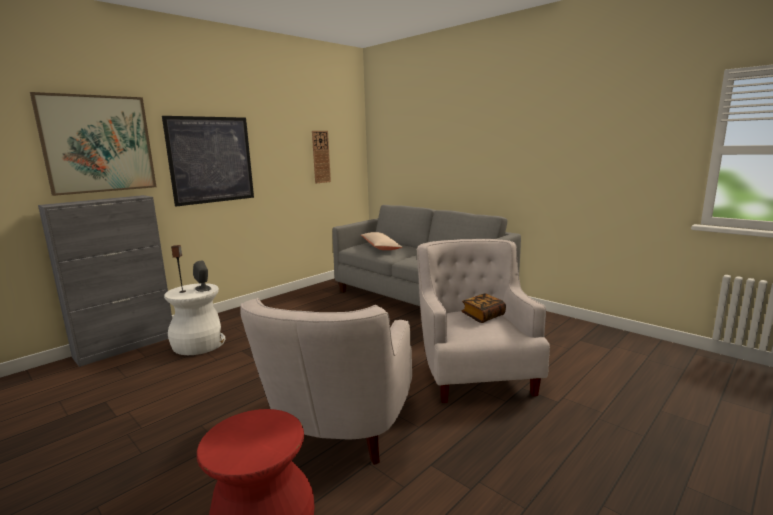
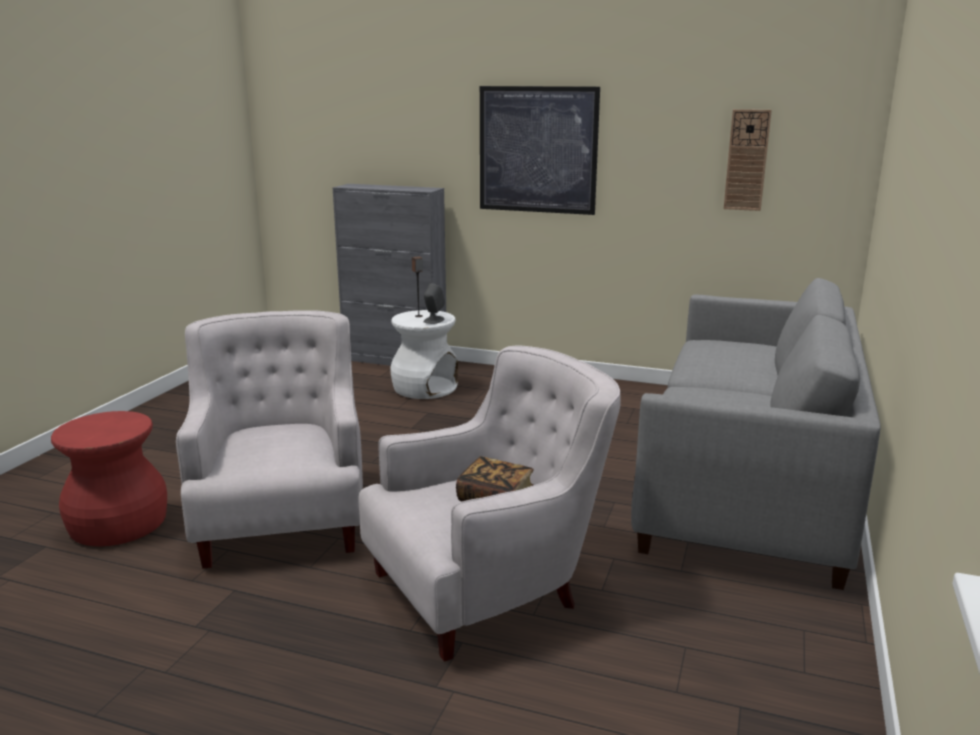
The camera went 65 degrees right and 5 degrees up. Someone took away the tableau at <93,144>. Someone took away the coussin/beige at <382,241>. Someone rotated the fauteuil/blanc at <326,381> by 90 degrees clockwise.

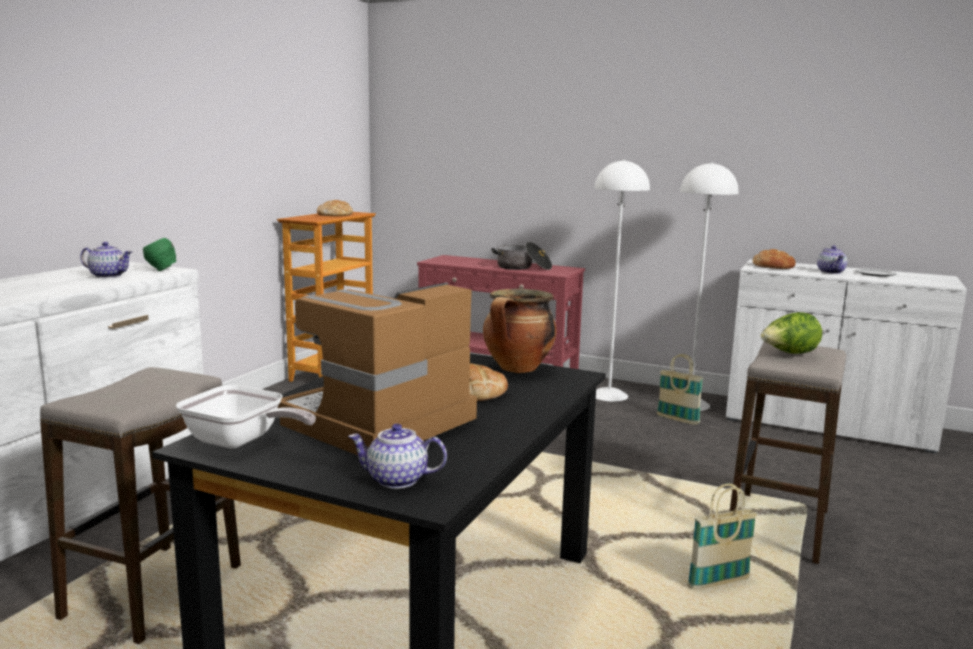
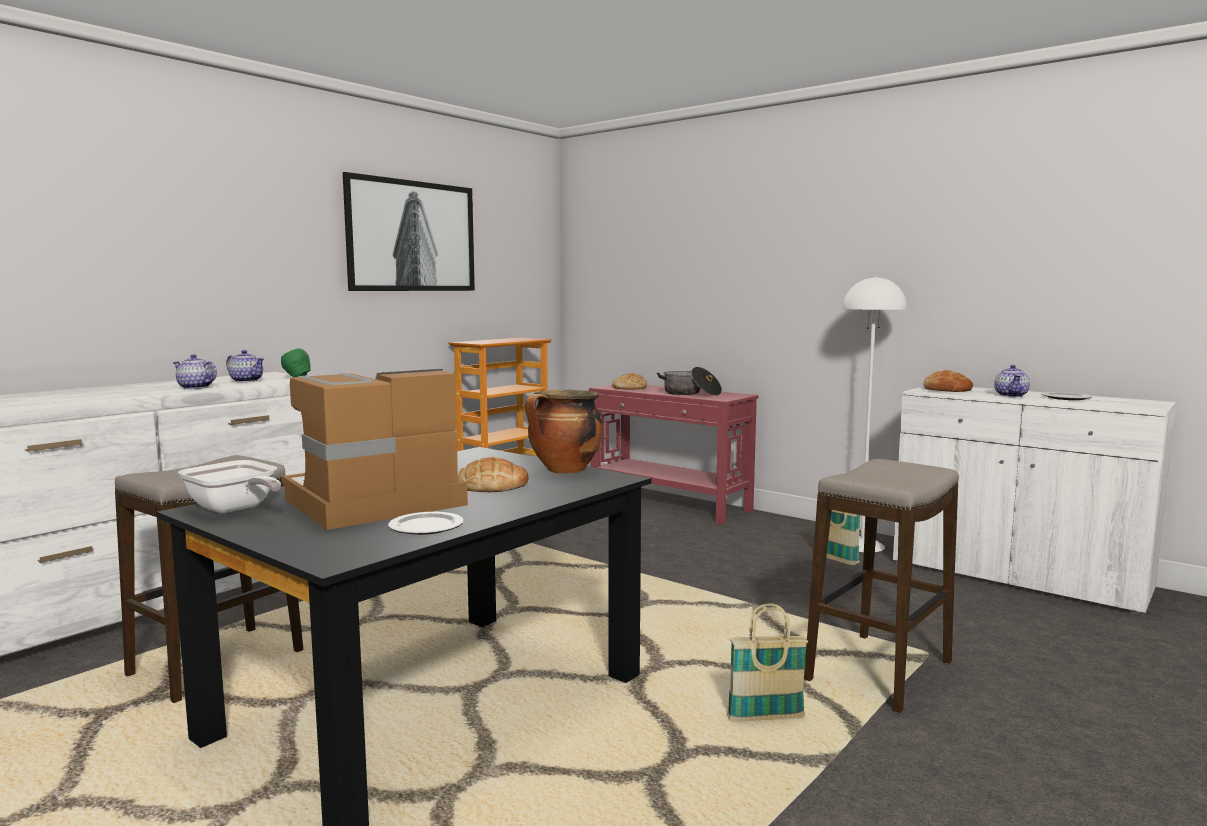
The camera went 15 degrees right and 5 degrees down. Someone took away the lampadaire/blanc at <622,280>. Someone took away the laitue at <791,333>. Someone put up the tableau at <409,231>. Someone put down the assiette at <426,523>. Someone carried the pain from <335,208> to <629,381>. Someone carried the théière from <397,456> to <195,371>.

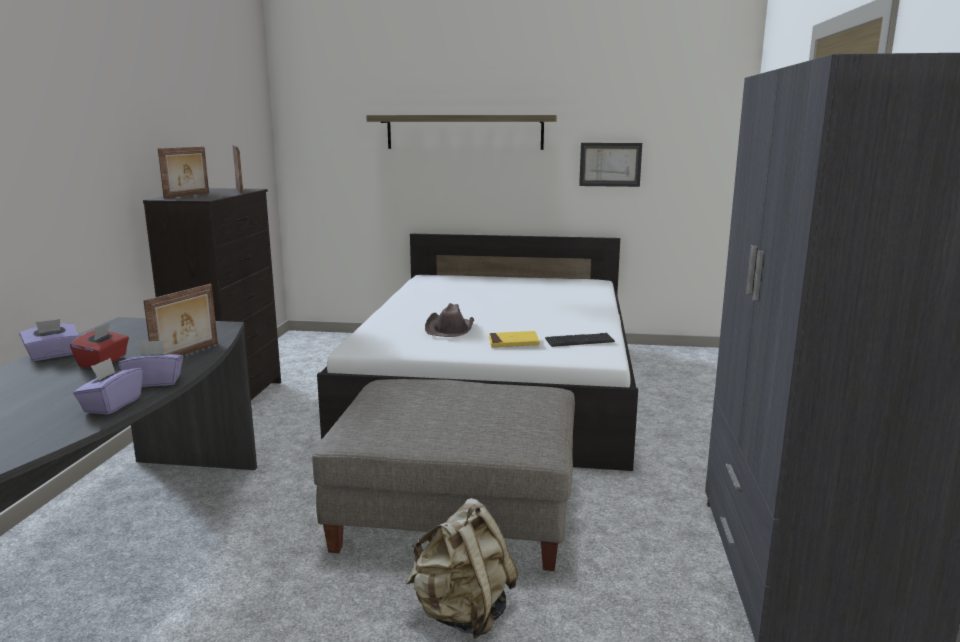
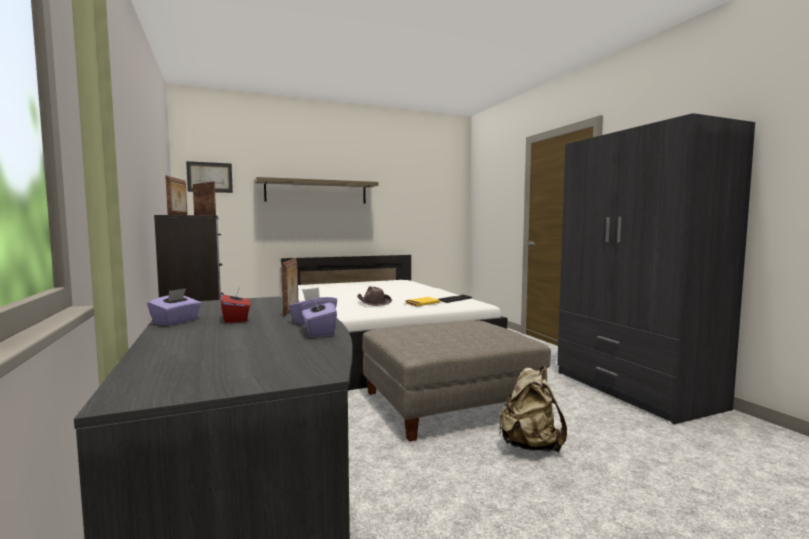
The camera went 30 degrees left and 10 degrees down. Someone carried the tableau from <610,165> to <209,177>.

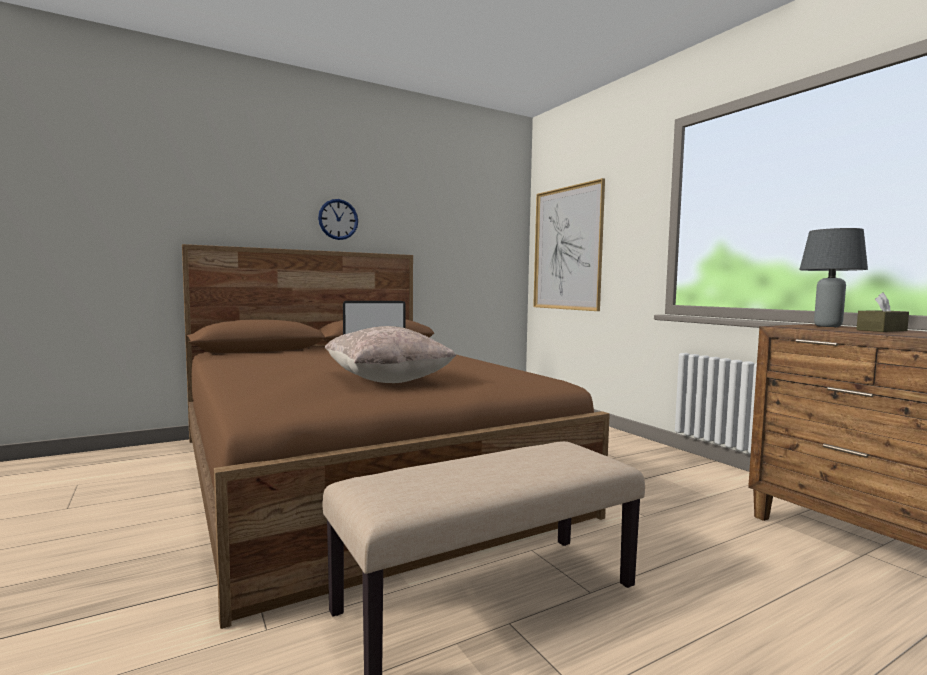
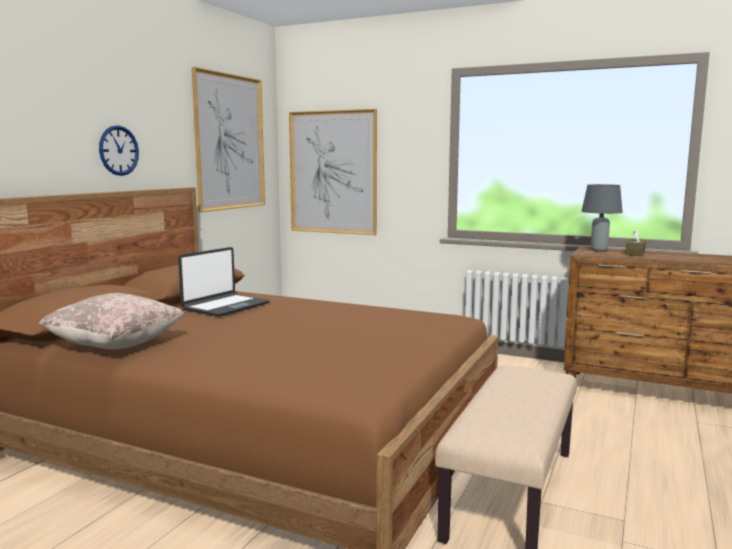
The camera went 35 degrees left and 5 degrees up. Someone put up the tableau at <228,139>. Someone carried the coussin/beige from <390,354> to <111,321>.

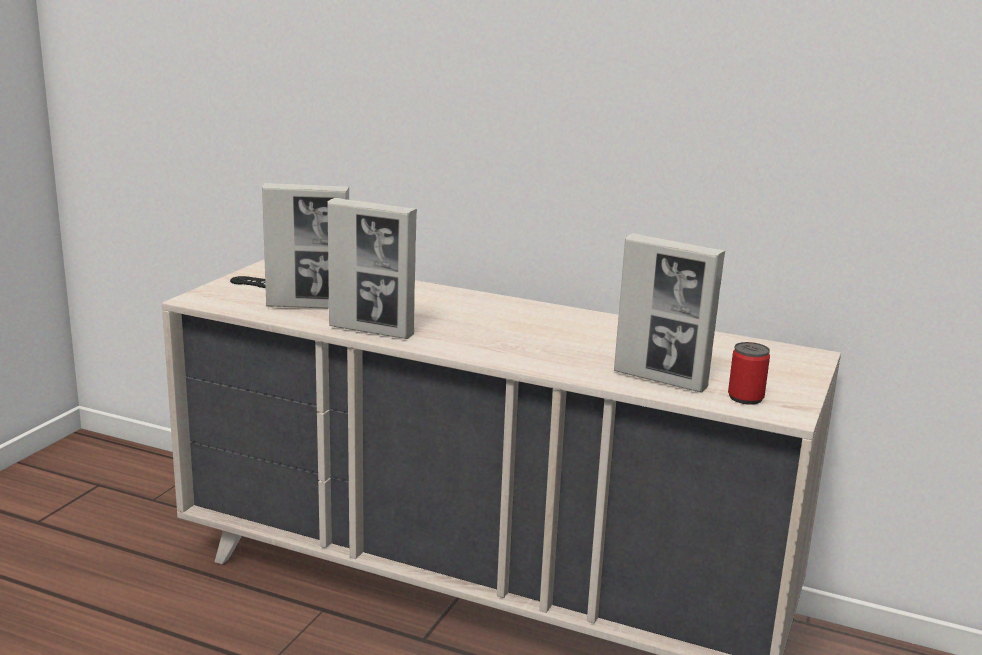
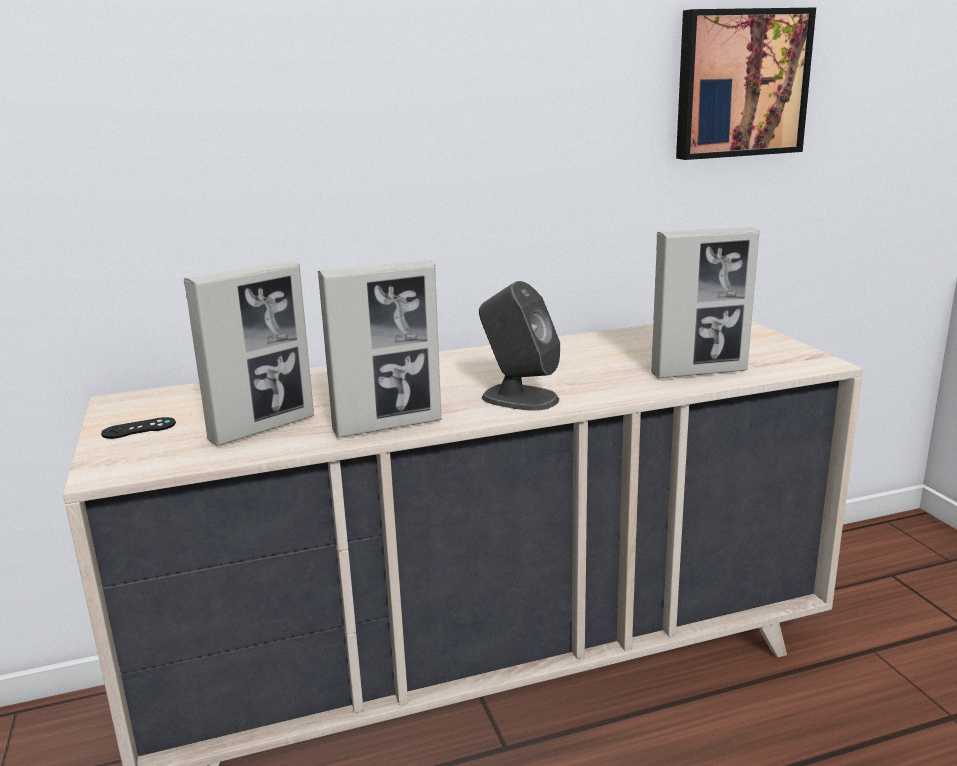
The camera went 40 degrees left and 0 degrees up. Someone took away the boîte métallique at <749,373>. Someone put down the enceinte/gris at <519,346>. Someone put up the tableau at <746,84>.

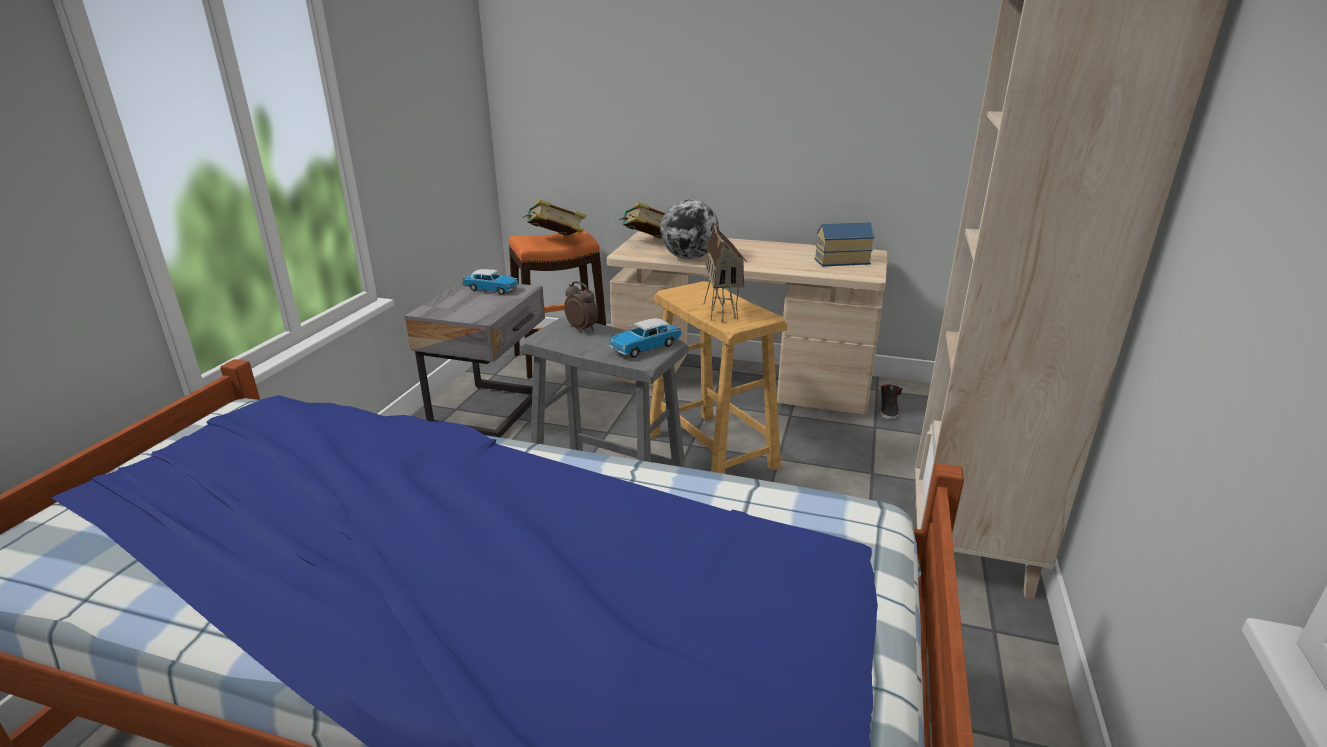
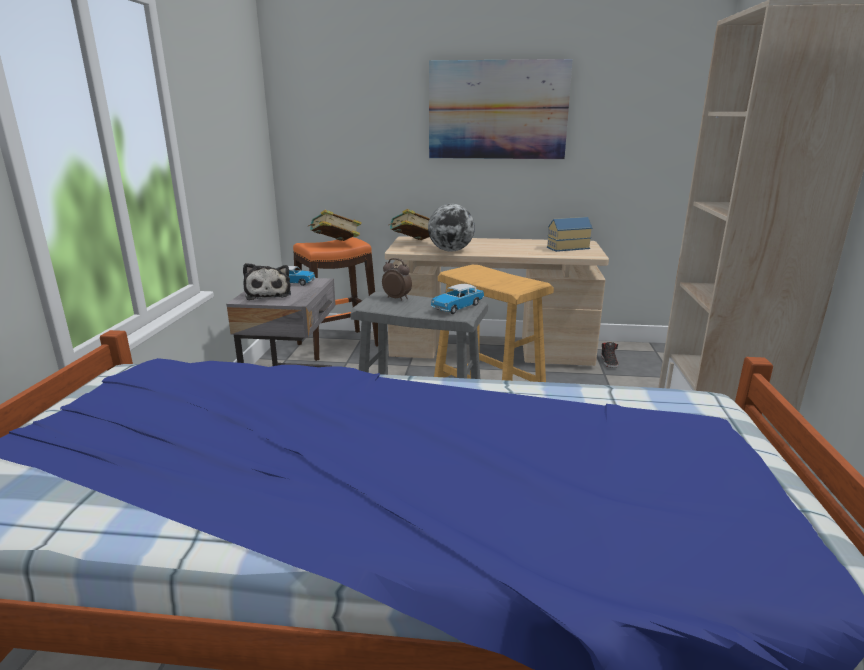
The camera went 10 degrees left and 5 degrees down. Someone took away the maison miniature at <725,274>. Someone put down the peluche at <267,281>. Someone put up the tableau at <501,109>.

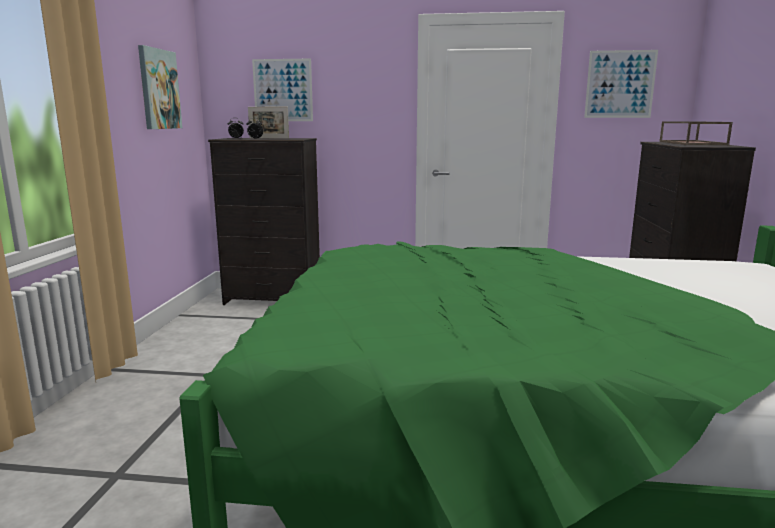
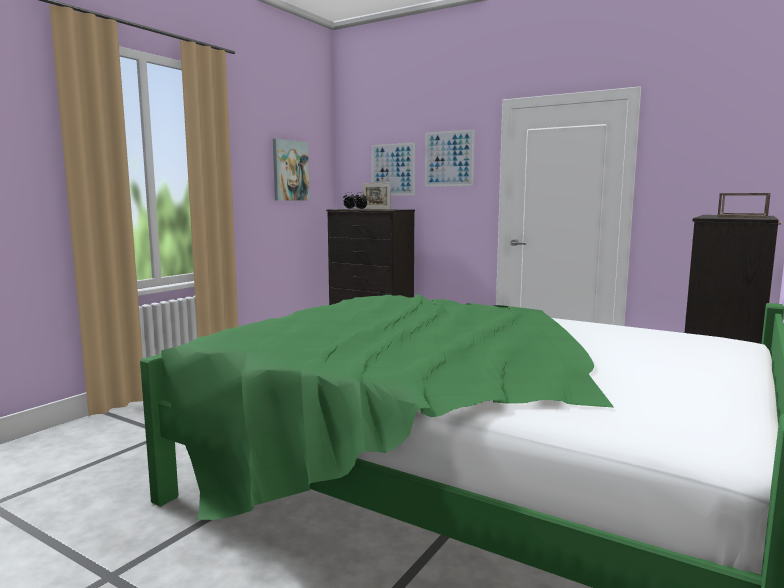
The camera went 25 degrees right and 5 degrees down. Someone carried the tableau from <621,84> to <450,157>.

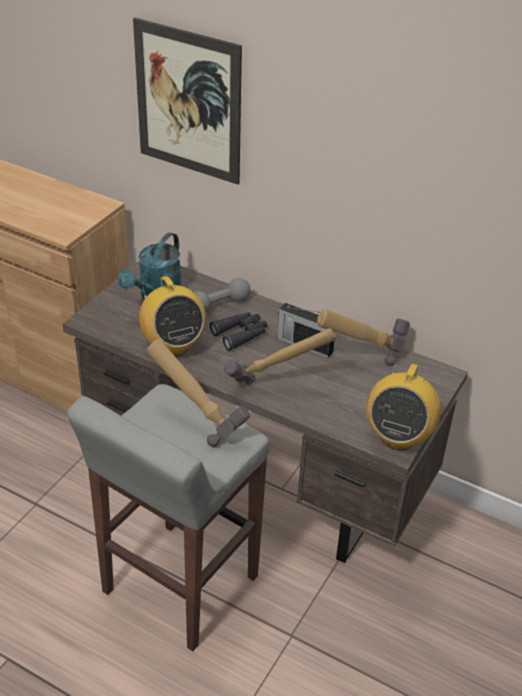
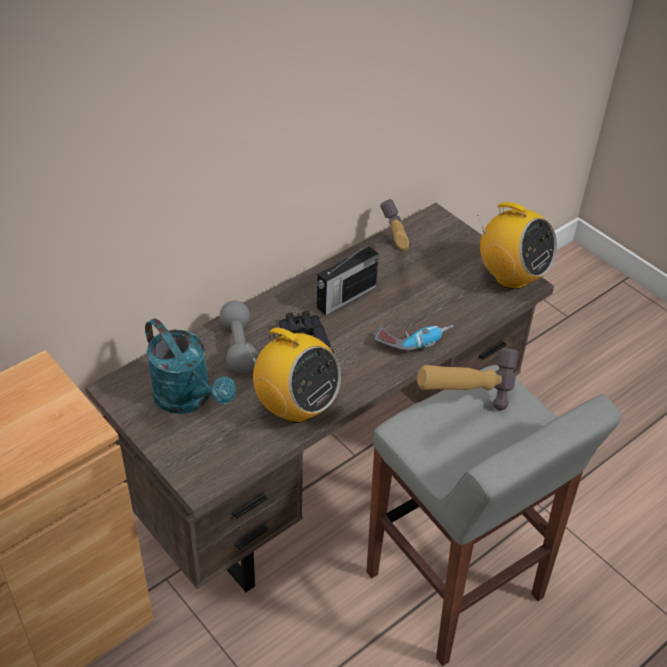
The camera went 70 degrees left and 5 degrees up. Someone took away the tableau at <187,101>. Someone swapped the marteau at <280,356> for the perceuse at <414,338>. Someone rotated the radio at <172,316> by 45 degrees clockwise.

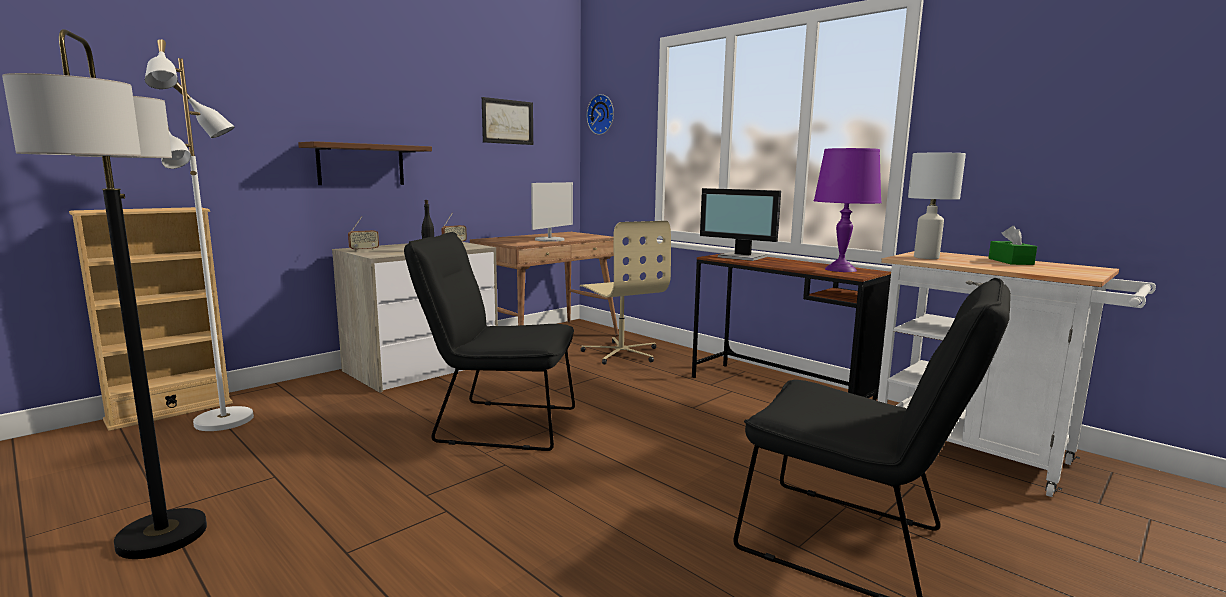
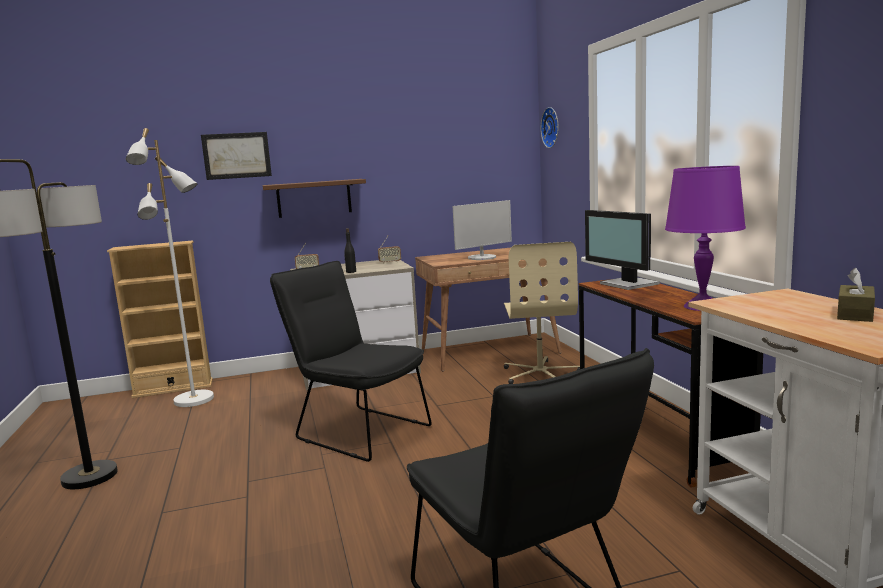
The camera went 30 degrees right and 0 degrees up. Someone took away the lampe de table/blanc at <937,206>. Someone carried the tableau from <507,121> to <236,156>. Someone repainted the boîte à mouchoirs/vert at <1012,245>, which became the boîte à mouchoirs/marron at <856,295>.

